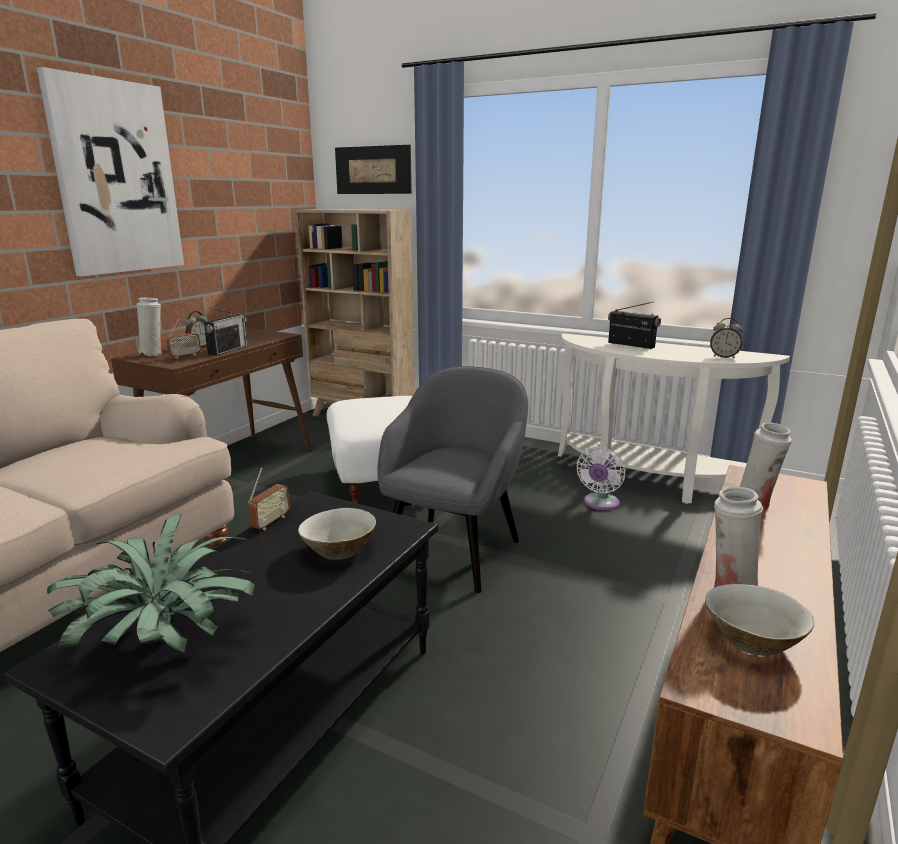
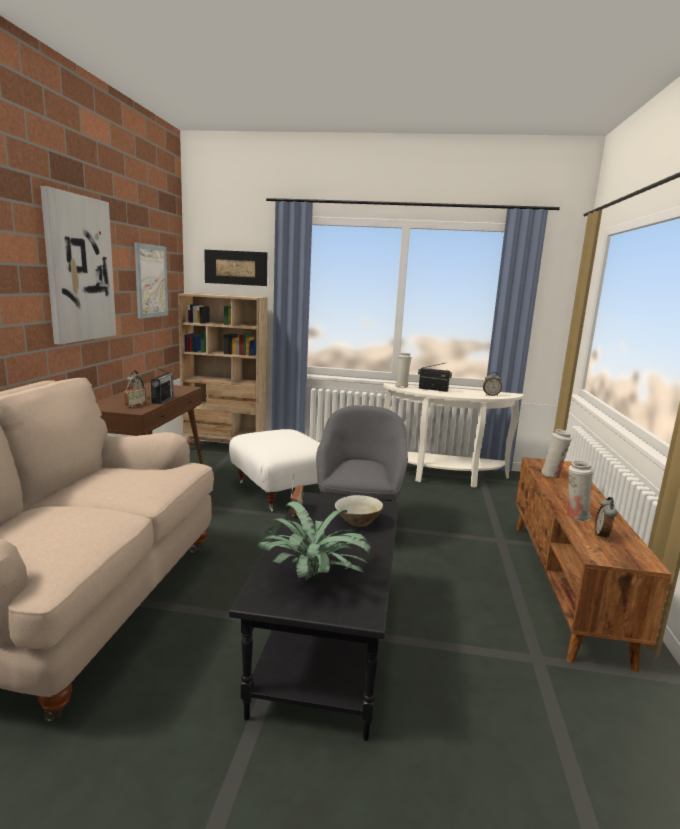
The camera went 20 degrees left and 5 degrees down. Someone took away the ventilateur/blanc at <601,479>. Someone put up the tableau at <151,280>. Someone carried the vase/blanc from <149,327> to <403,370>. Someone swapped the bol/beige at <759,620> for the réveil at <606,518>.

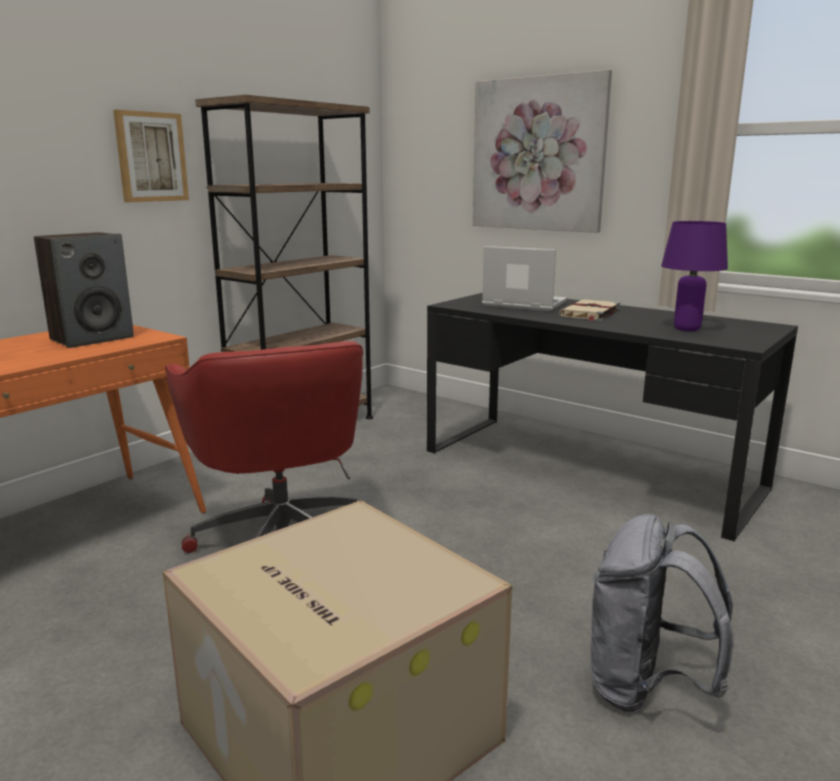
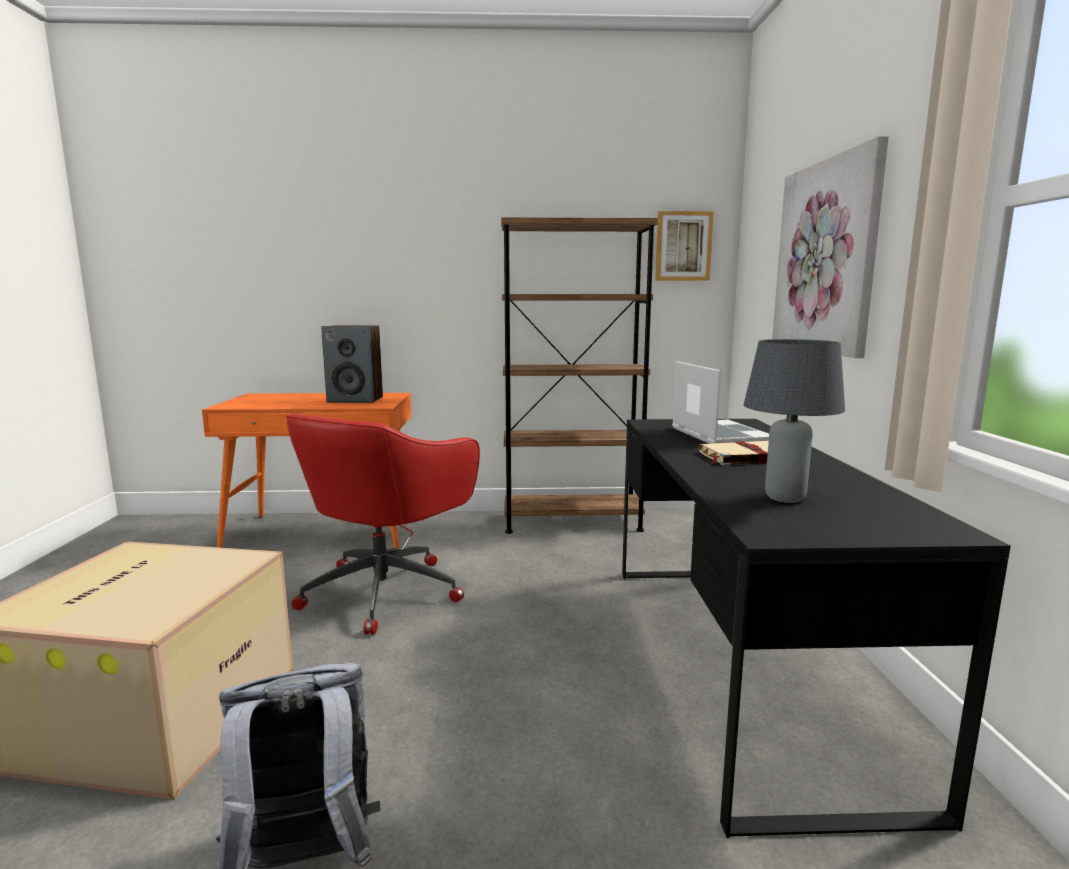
The camera went 50 degrees right and 5 degrees down. Someone carried the tableau from <151,156> to <684,246>. Someone repainted the lampe de table/violet at <694,276>, which became the lampe de table/gris at <794,421>.

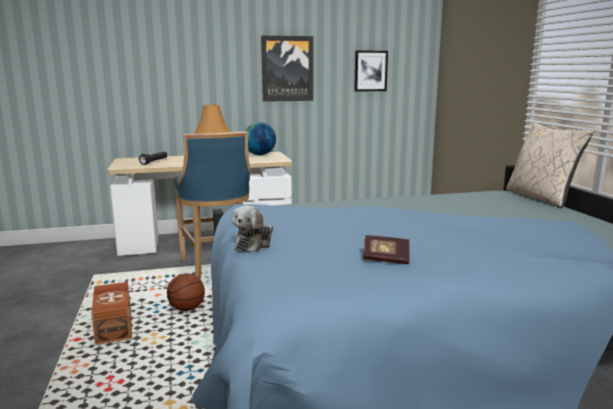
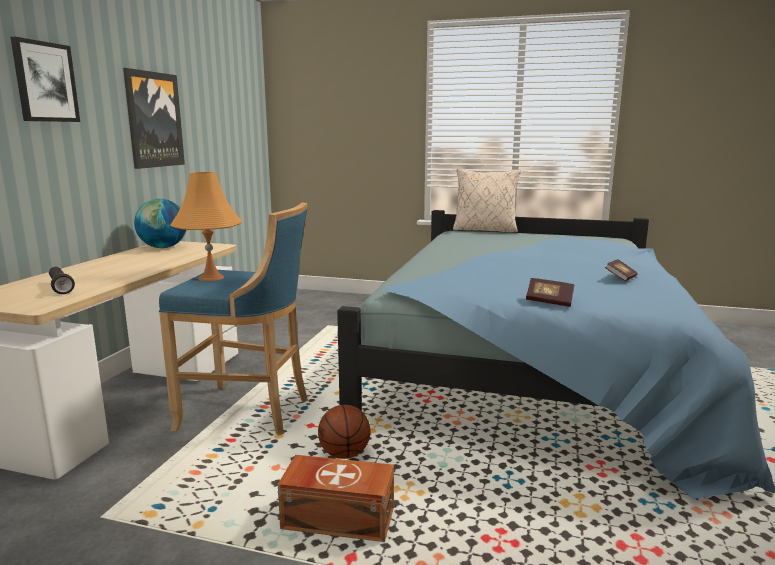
The camera went 60 degrees left and 0 degrees up. Someone carried the tableau from <371,71> to <45,79>. Someone swapped the peluche at <252,228> for the livre at <550,292>.

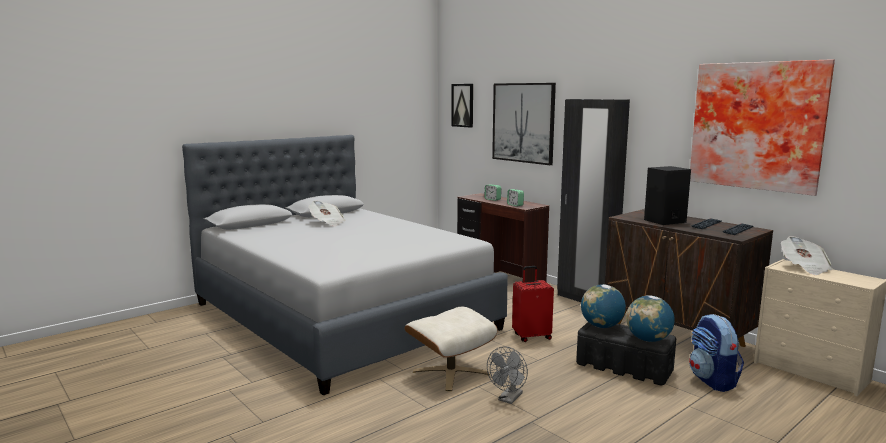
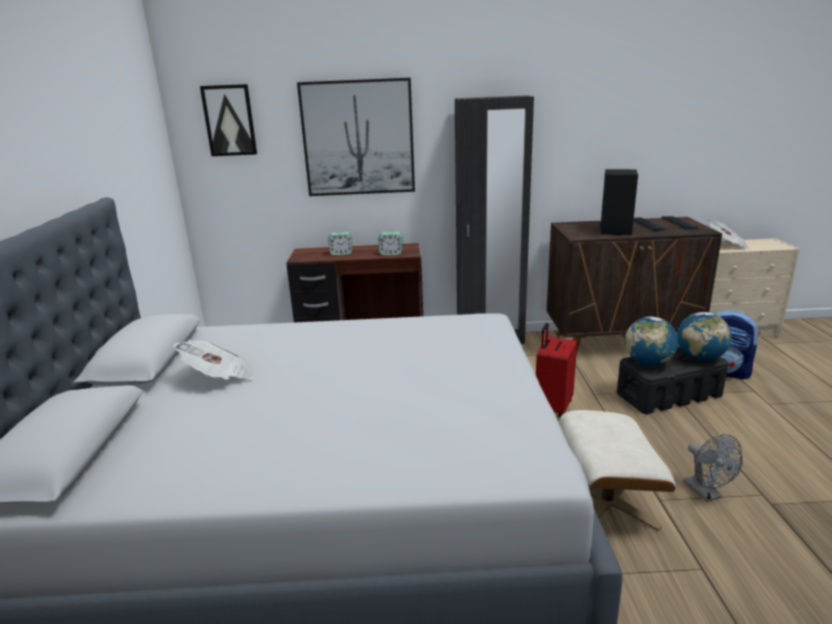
The camera went 50 degrees left and 10 degrees up. Someone took away the tableau at <762,127>.

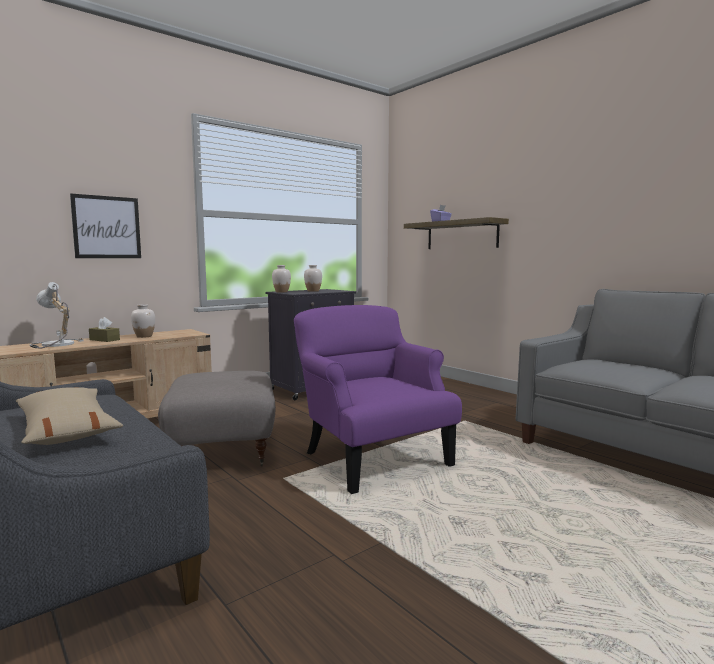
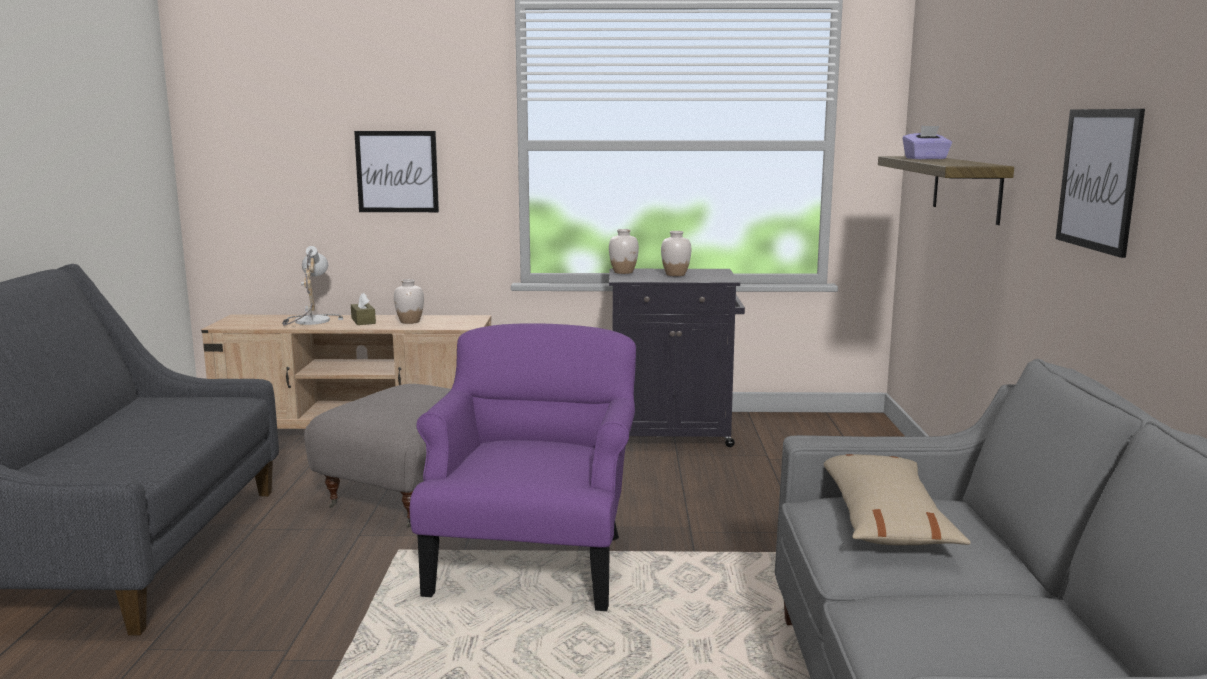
The camera went 40 degrees right and 5 degrees up. Someone put up the tableau at <1100,183>. Someone carried the coussin/beige from <69,416> to <897,499>.

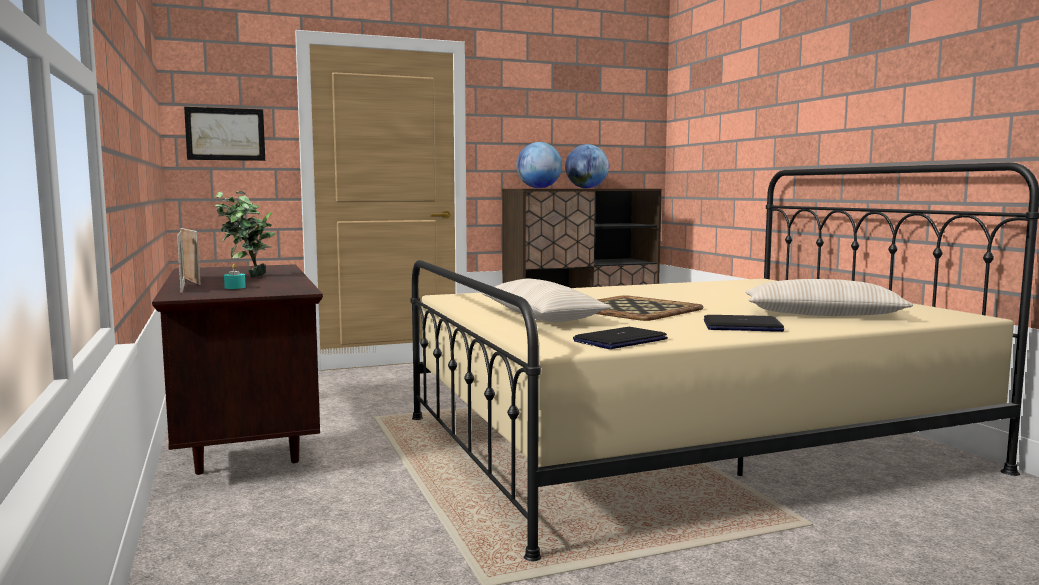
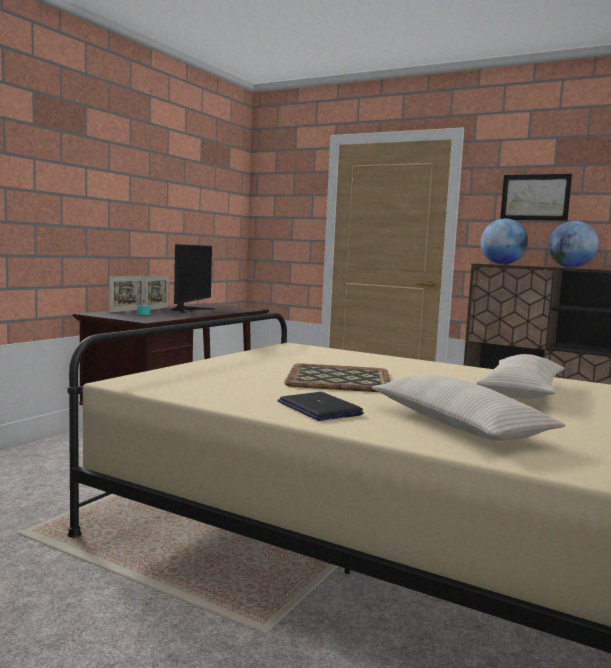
The camera went 50 degrees right and 0 degrees up. Someone took away the ordinateur portable at <620,338>. Someone carried the tableau from <224,134> to <536,197>. Someone carried the coussin/beige from <546,300> to <520,376>. Someone swapped the plante en pot at <245,234> for the écran d'ordinateur at <192,279>.

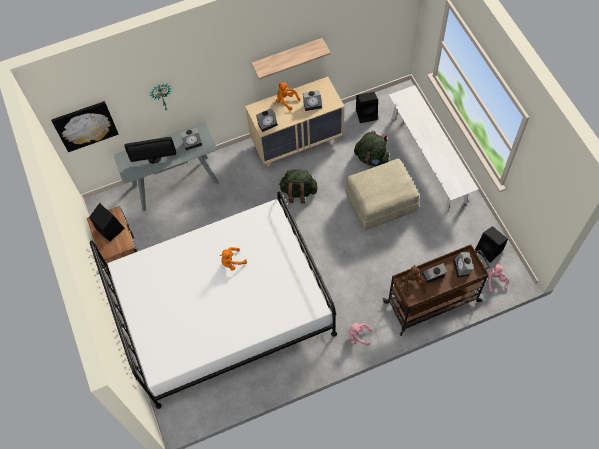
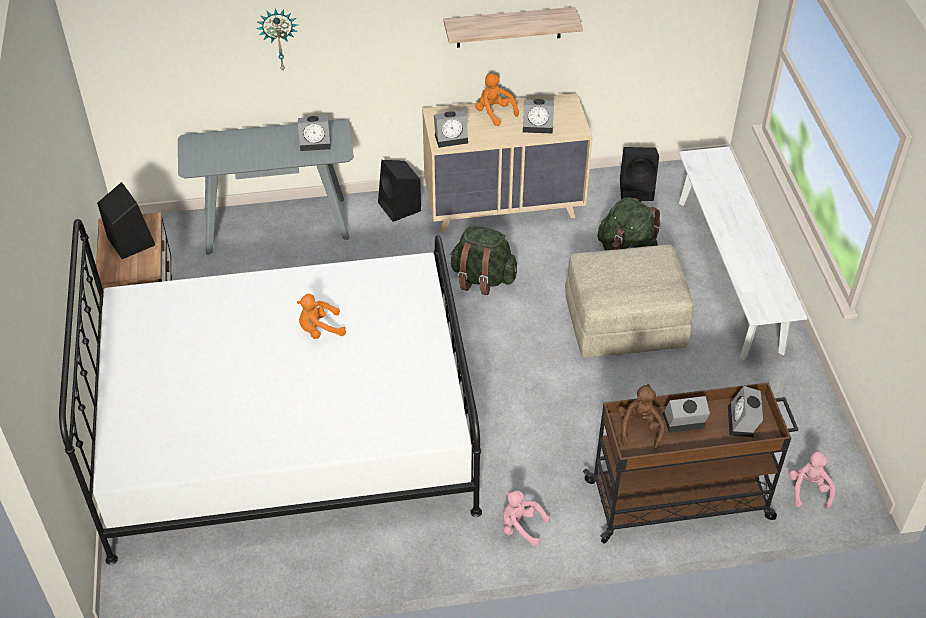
The camera went 10 degrees right and 15 degrees down. Someone took away the tableau at <85,126>. Someone took away the écran d'ordinateur at <150,150>. Someone carried the enceinte/noir from <491,244> to <399,191>.

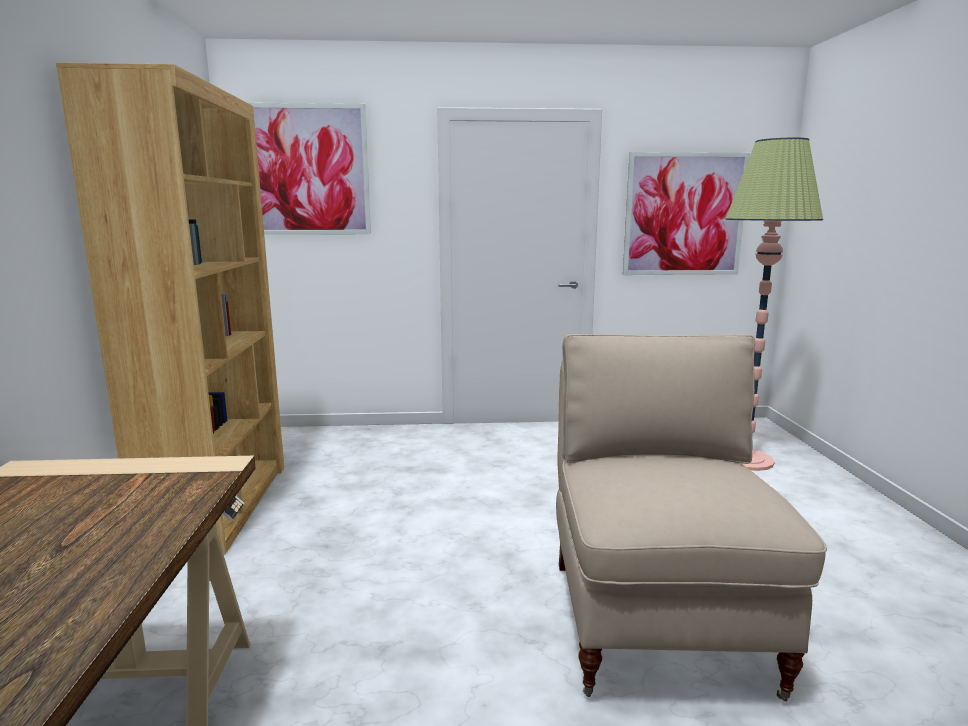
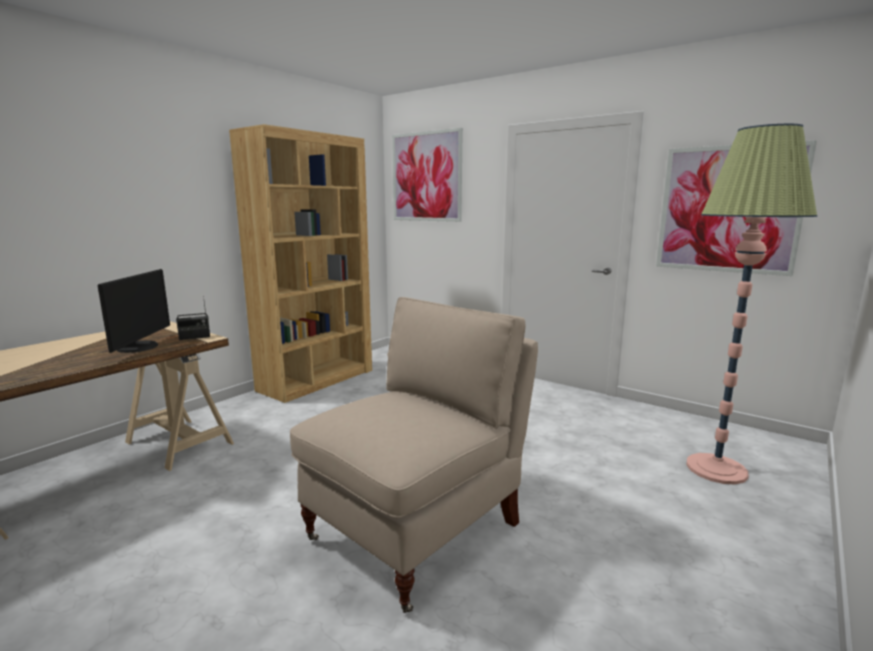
The camera went 40 degrees right and 0 degrees up. Someone put down the écran d'ordinateur at <133,311>. Someone put down the radio at <193,318>.

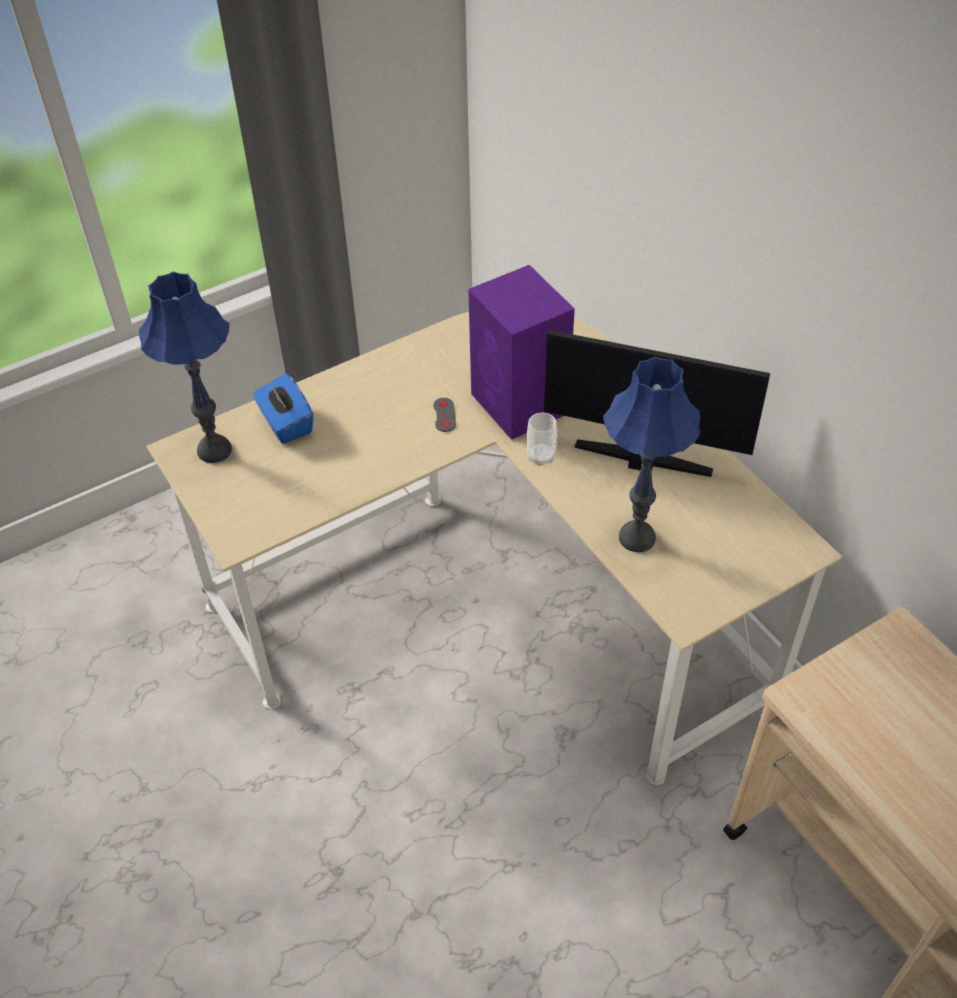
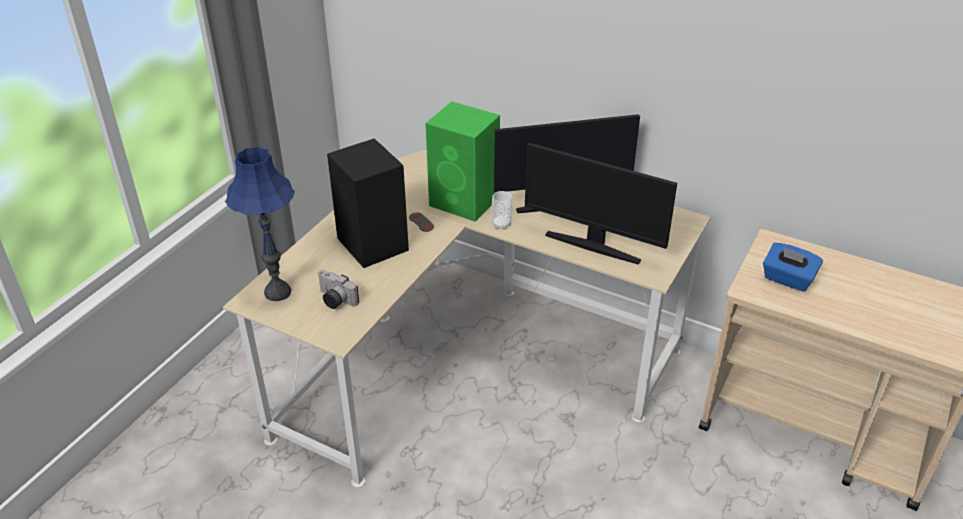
The camera went 30 degrees left and 10 degrees down. Someone put down the appareil photo at <338,289>. Someone put down the enceinte/noir at <368,203>. Someone carried the boîte à mouchoirs/bleu from <283,408> to <793,267>. Someone swapped the lampe de table/bleu at <651,454> for the écran d'ordinateur at <601,204>. Someone repainted the enceinte/violet at <521,352>, which became the enceinte/vert at <462,161>.

